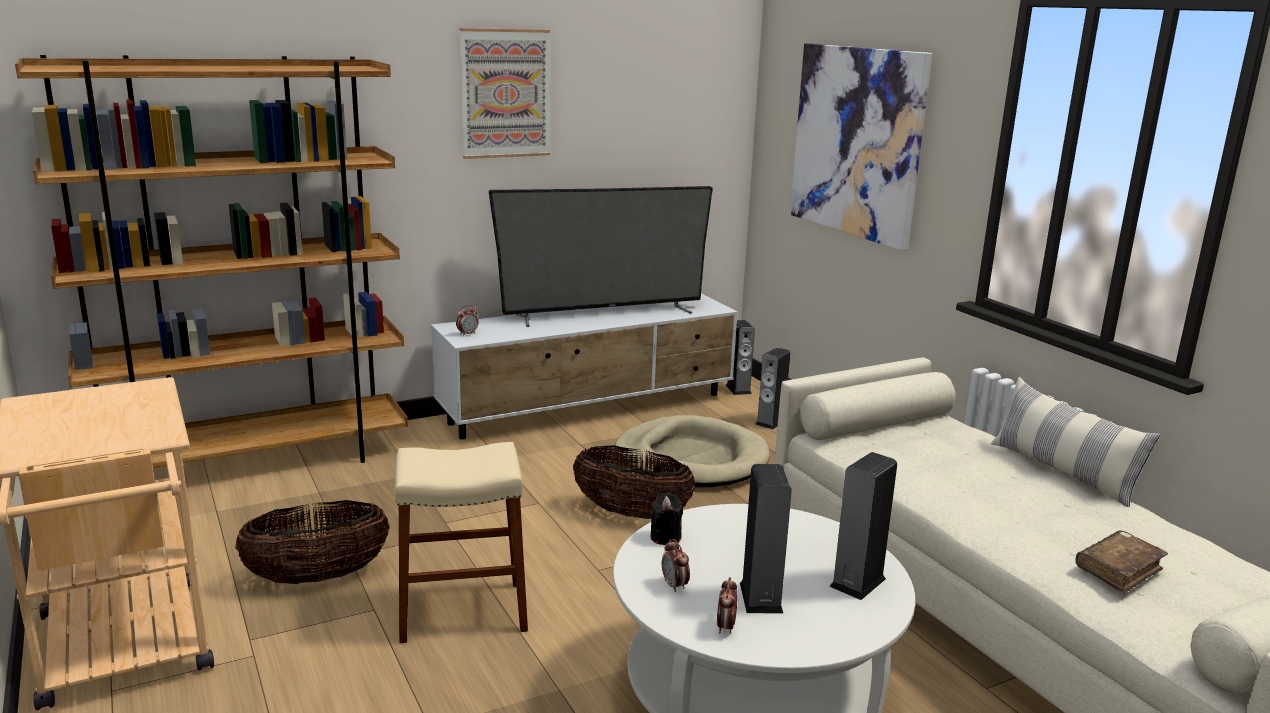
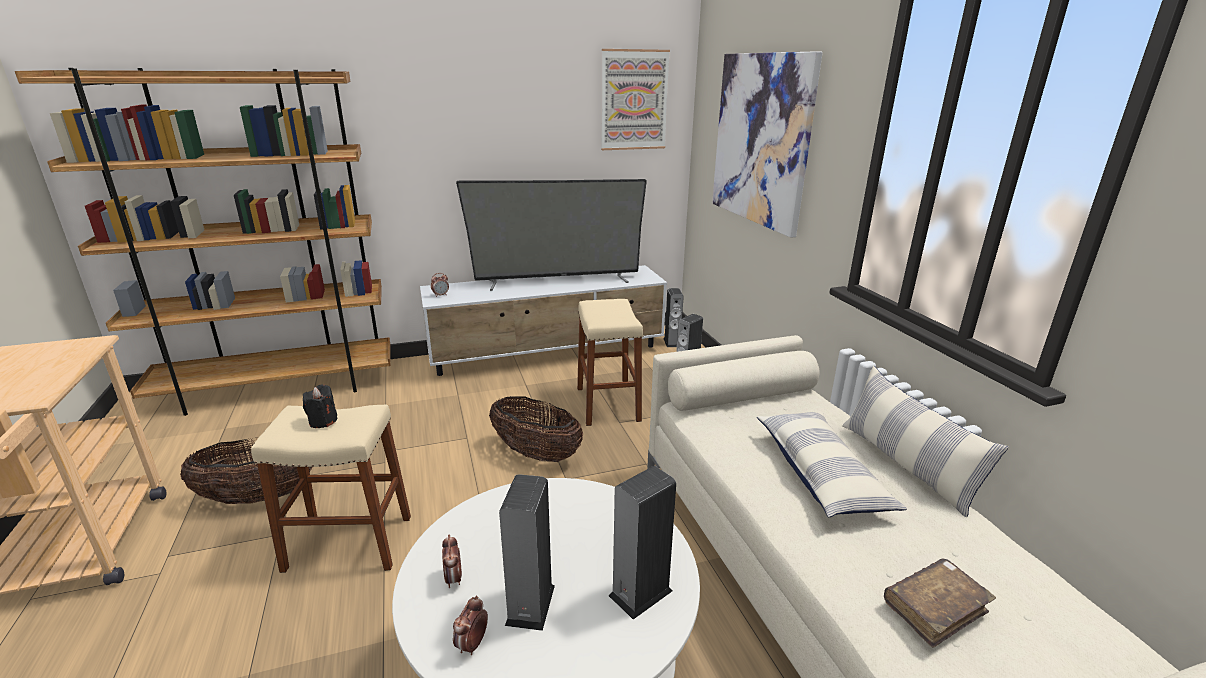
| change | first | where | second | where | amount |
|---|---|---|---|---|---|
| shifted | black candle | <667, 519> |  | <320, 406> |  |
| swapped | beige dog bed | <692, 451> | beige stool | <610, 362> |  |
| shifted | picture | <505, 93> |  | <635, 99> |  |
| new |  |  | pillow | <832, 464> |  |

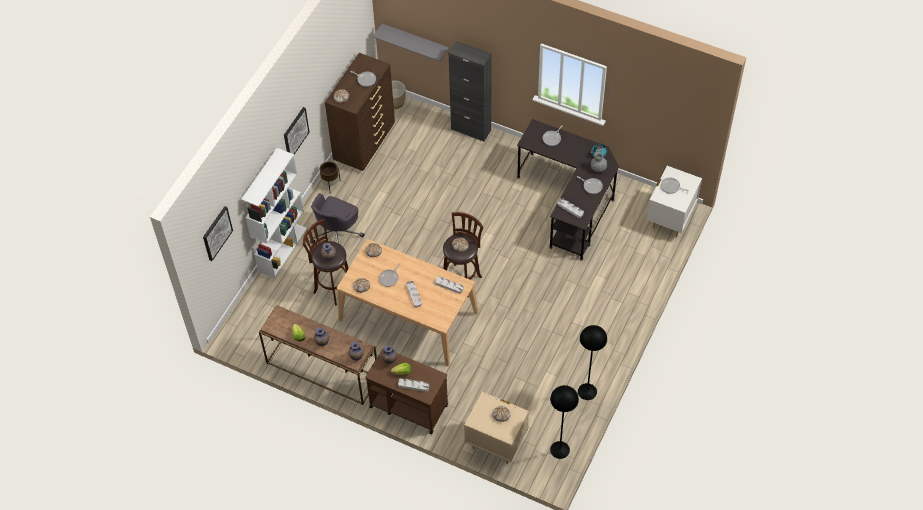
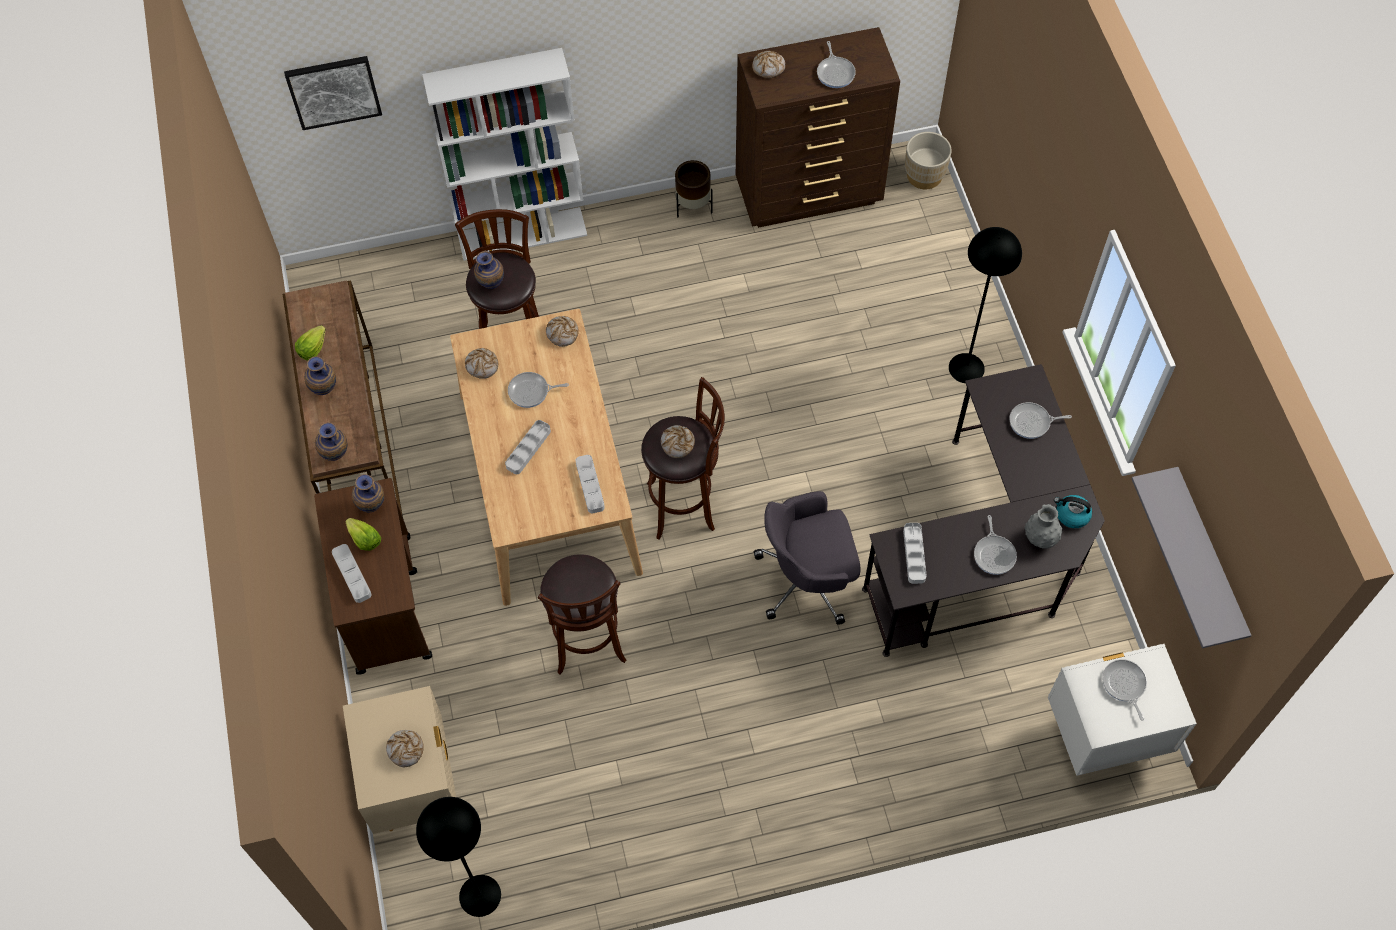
| change | first | where | second | where | amount |
|---|---|---|---|---|---|
| new |  |  | brown stool | <582, 614> |  |
| shifted | grey office chair | <337, 218> |  | <807, 558> |  |
| shifted | black floor lamp | <592, 362> |  | <985, 305> |  |
| shifted | grey shelf | <411, 43> |  | <1191, 557> |  |
| gone | picture | <297, 131> |  |  |  |
| gone | black cabinet | <470, 91> |  |  |  |

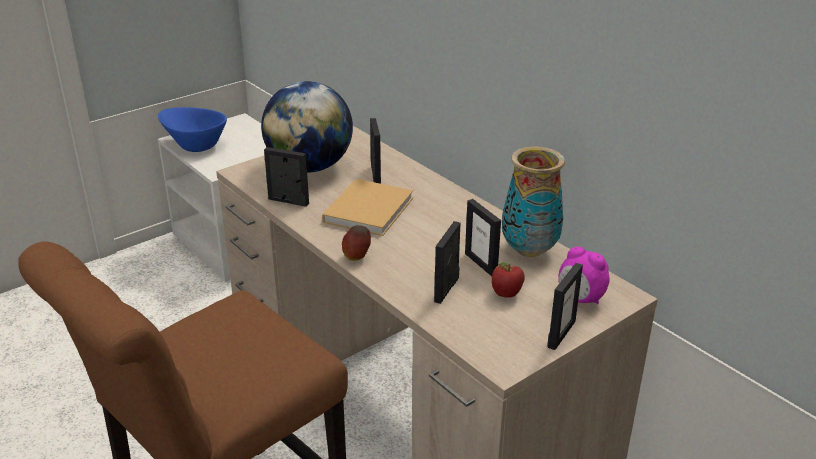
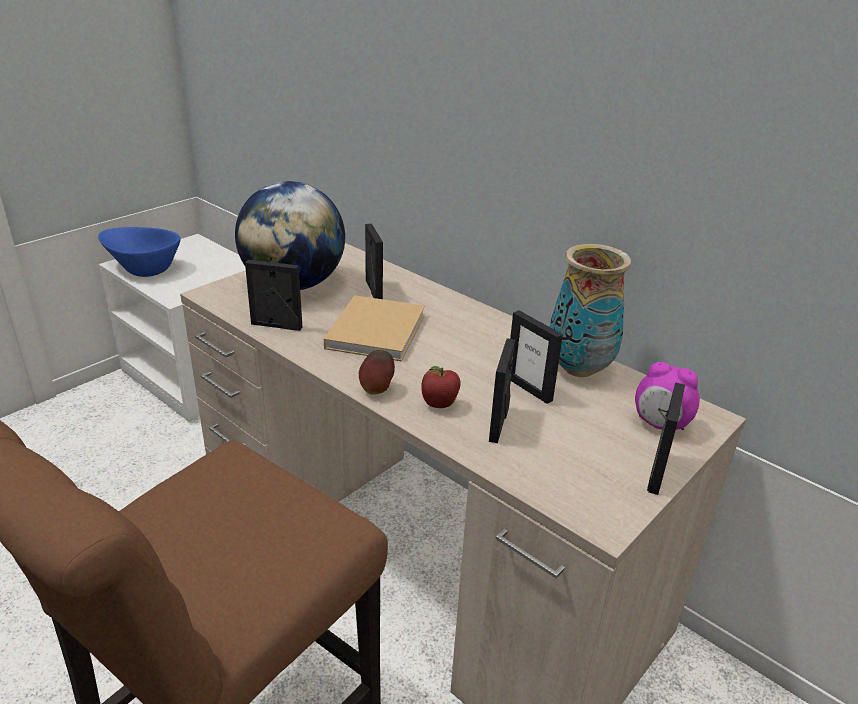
| change | first | where | second | where | amount |
|---|---|---|---|---|---|
| shifted | apple | <508, 280> |  | <441, 387> |  |

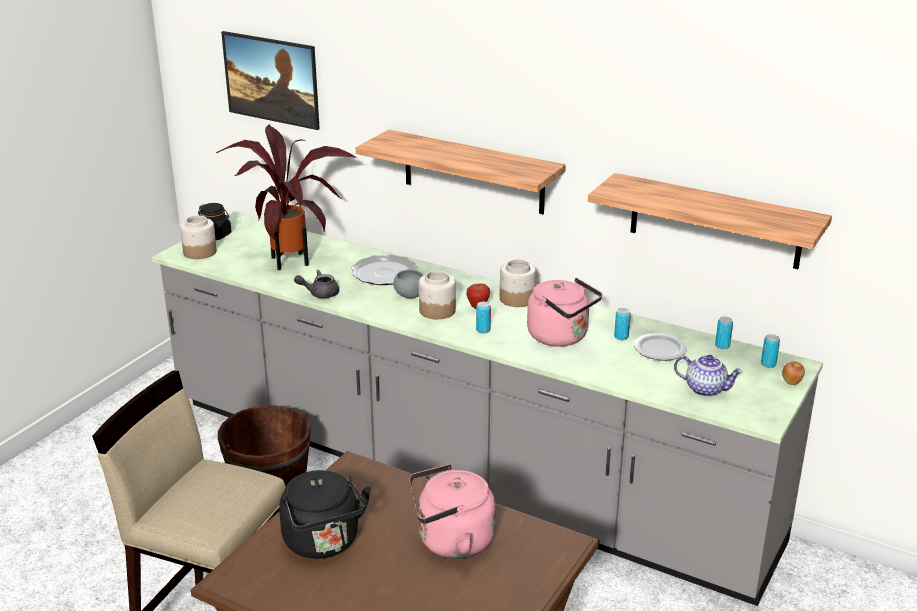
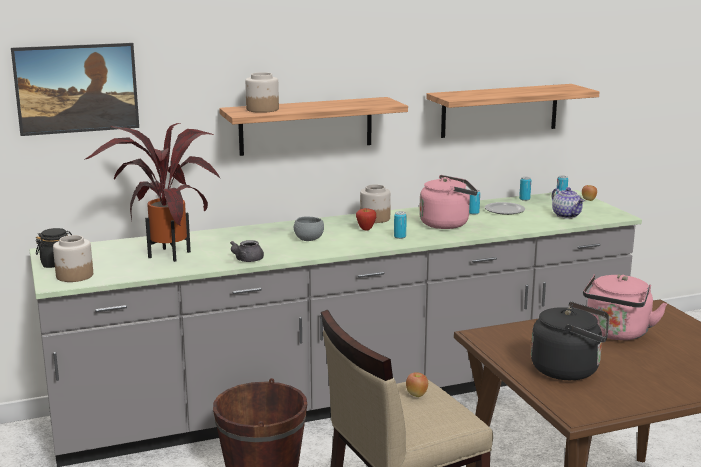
| change | first | where | second | where | amount |
|---|---|---|---|---|---|
| shifted | jar | <437, 295> |  | <262, 92> |  |
| new |  |  | apple | <417, 384> |  |
| rotated | teapot | <708, 376> |  | <568, 203> | 90 degrees clockwise |
| gone | plate | <384, 270> |  |  |  |

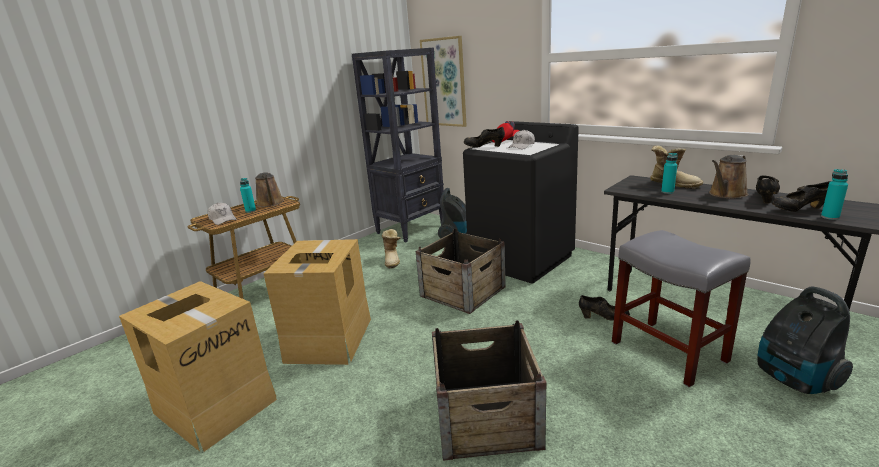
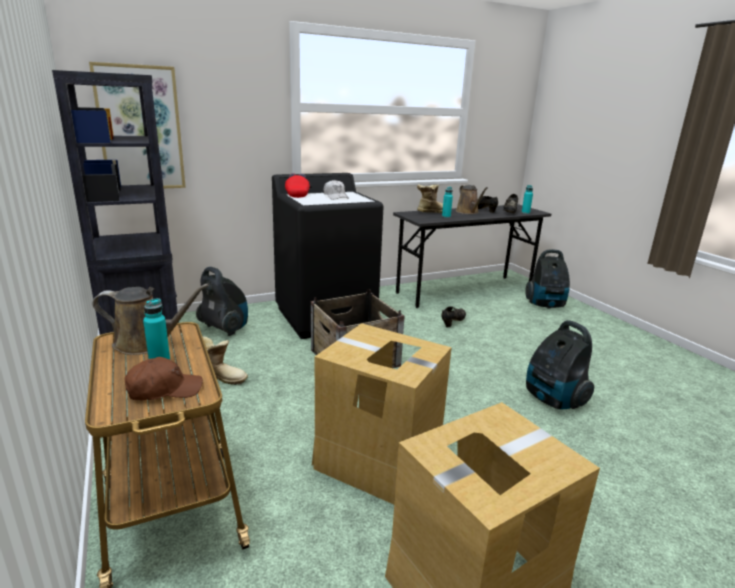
| change | first | where | second | where | amount |
|---|---|---|---|---|---|
| repainted | white cap | <222, 214> | brown cap | <163, 378> |  |
| swapped | crate | <489, 390> | vacuum cleaner | <560, 364> |  |
| gone | black shoe | <484, 137> |  |  |  |
| gone | grey stool | <681, 309> |  |  |  |

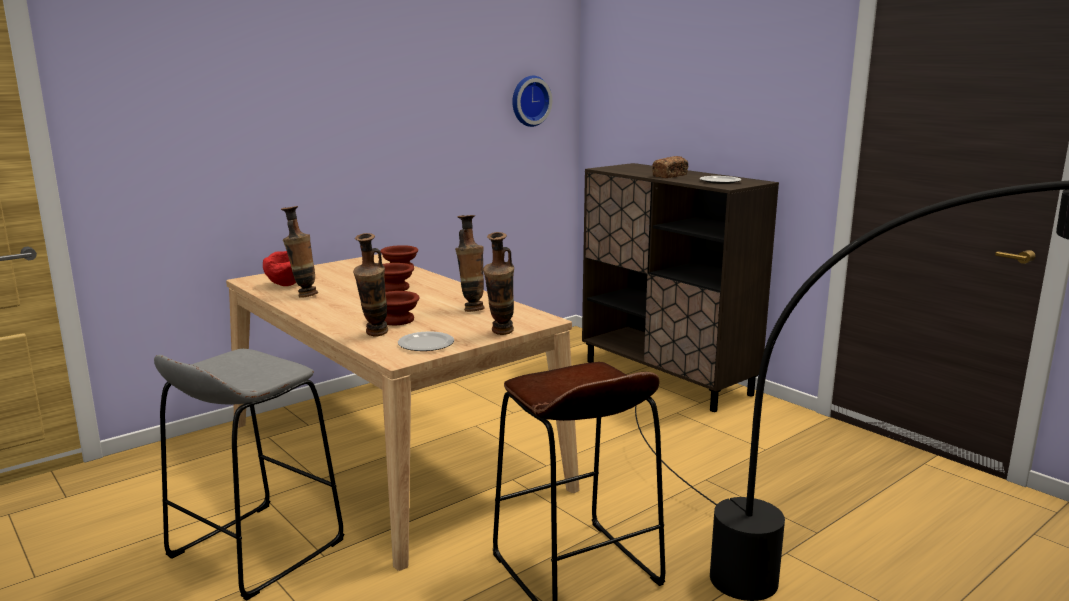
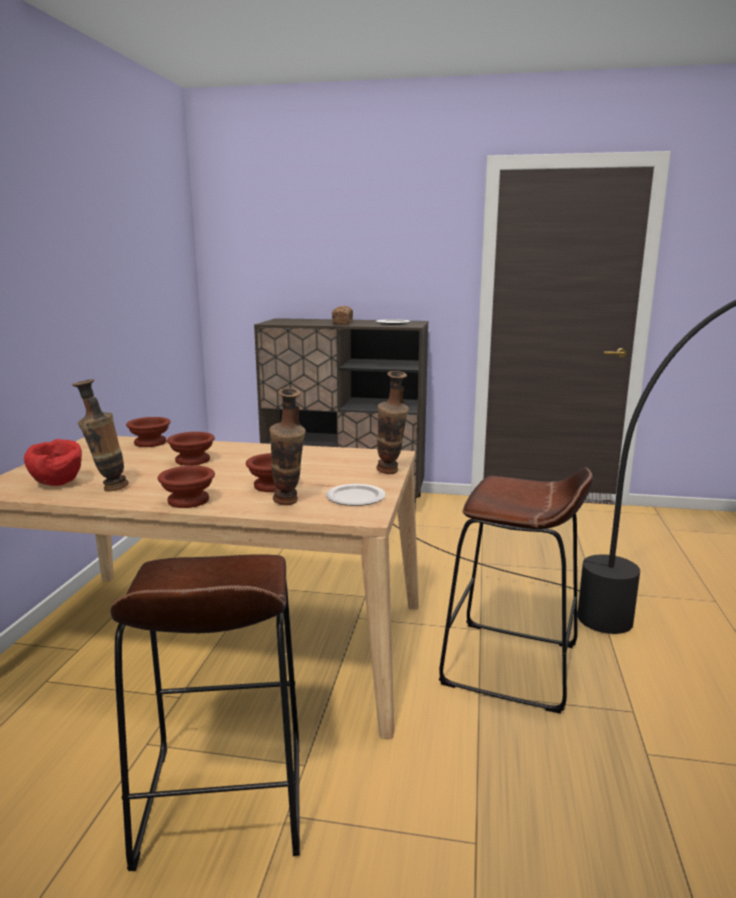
| change | first | where | second | where | amount |
|---|---|---|---|---|---|
| repainted | grey stool | <249, 474> | brown stool | <205, 712> |  |
| new |  |  | brown bowl | <186, 487> |  |
| gone | vase | <470, 263> |  |  |  |
| gone | wall clock | <532, 101> |  |  |  |

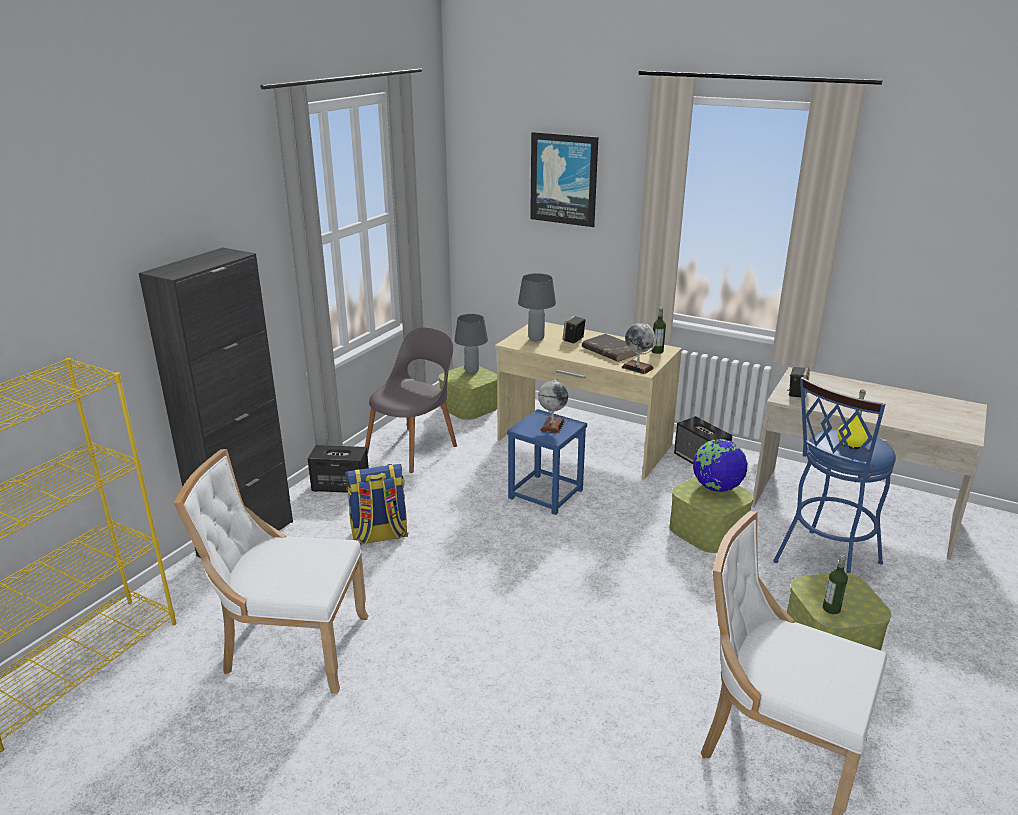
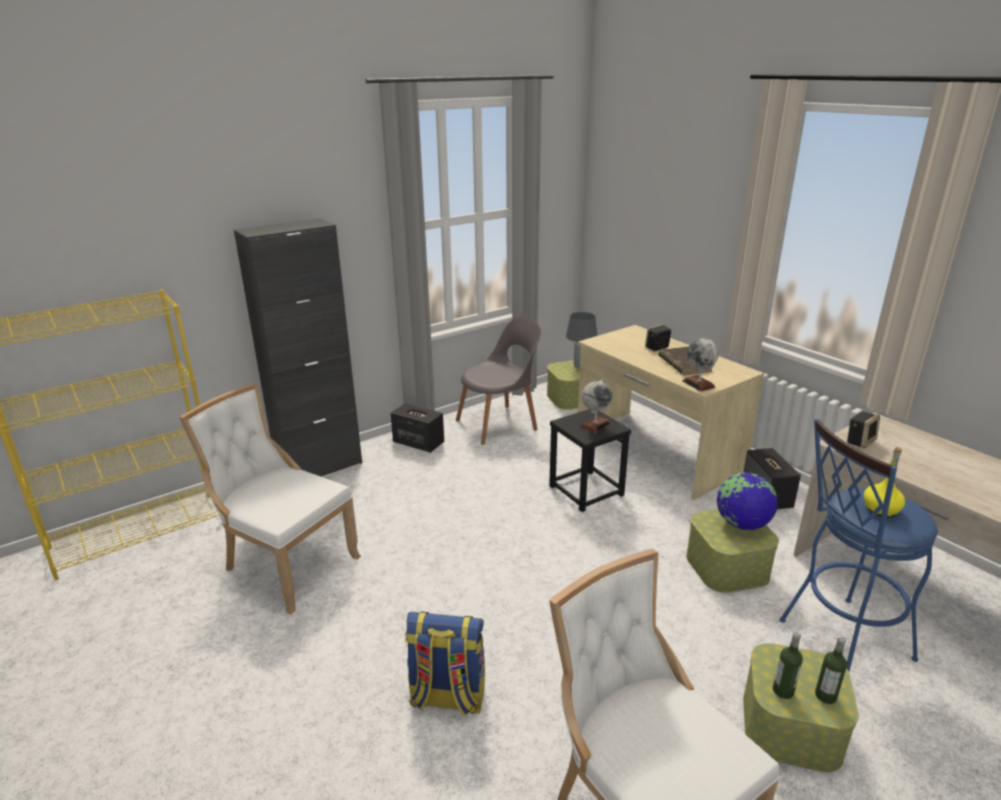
| change | first | where | second | where | amount |
|---|---|---|---|---|---|
| shifted | backpack | <376, 504> |  | <445, 664> |  |
| repainted | blue stool | <547, 462> | black stool | <590, 460> |  |
| shifted | bottle | <658, 330> |  | <831, 670> |  |
| gone | grey table lamp | <537, 307> |  |  |  |
| gone | picture | <564, 179> |  |  |  |

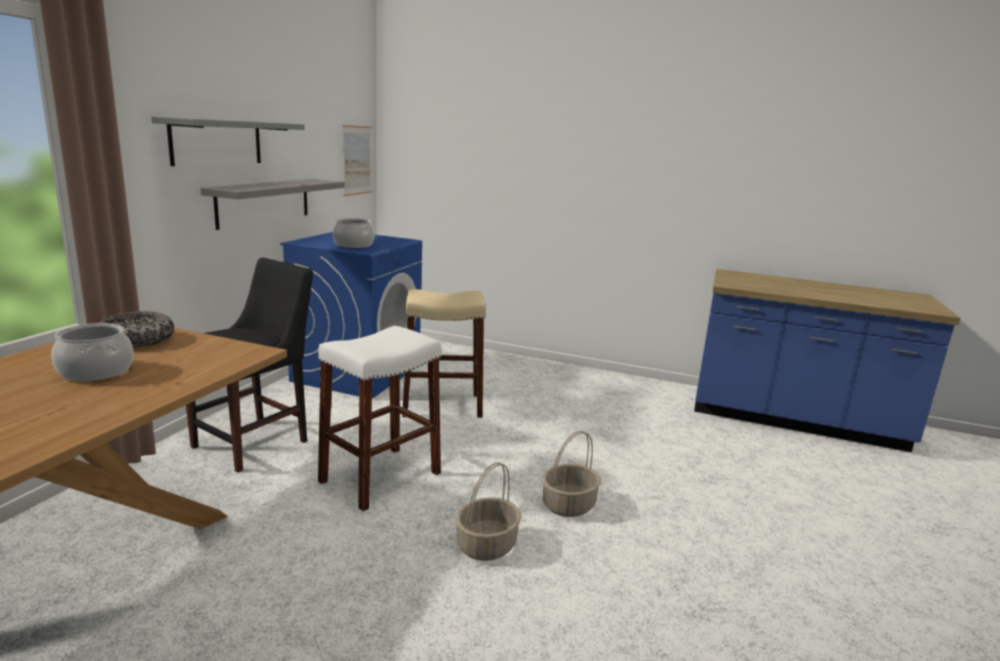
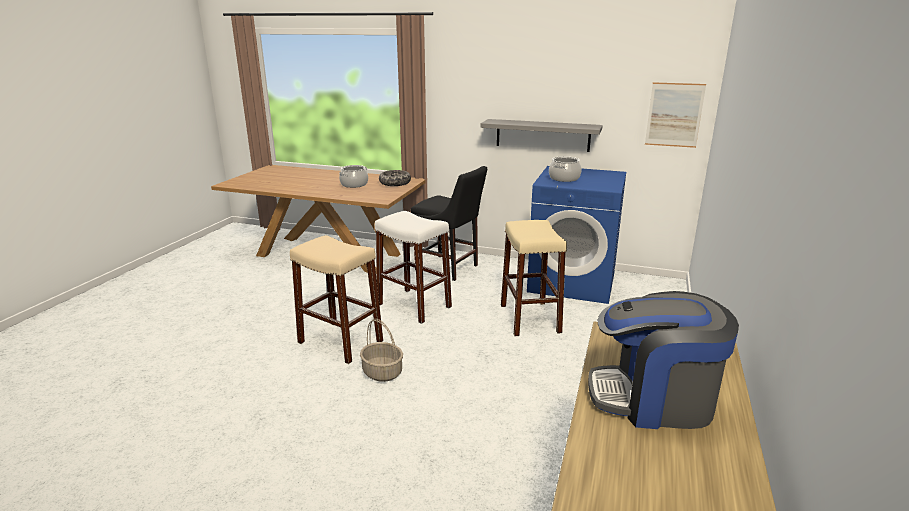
| change | first | where | second | where | amount |
|---|---|---|---|---|---|
| swapped | basket | <488, 511> | beige stool | <336, 299> |  |
| new |  |  | coffee machine | <663, 360> |  |
| gone | grey shelf | <228, 141> |  |  |  |

